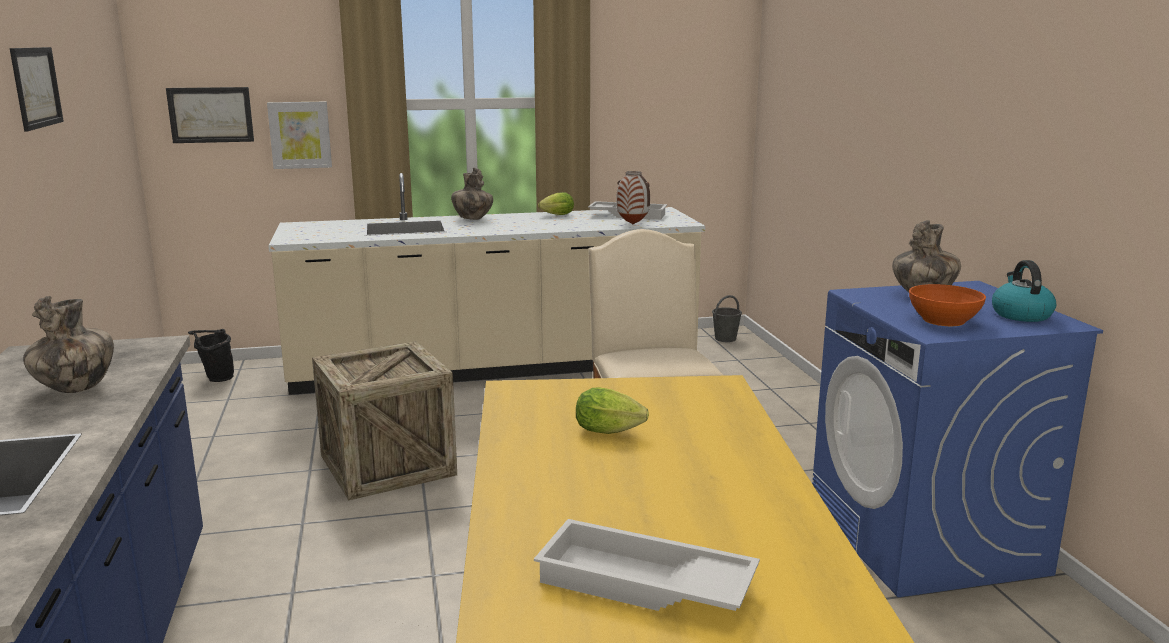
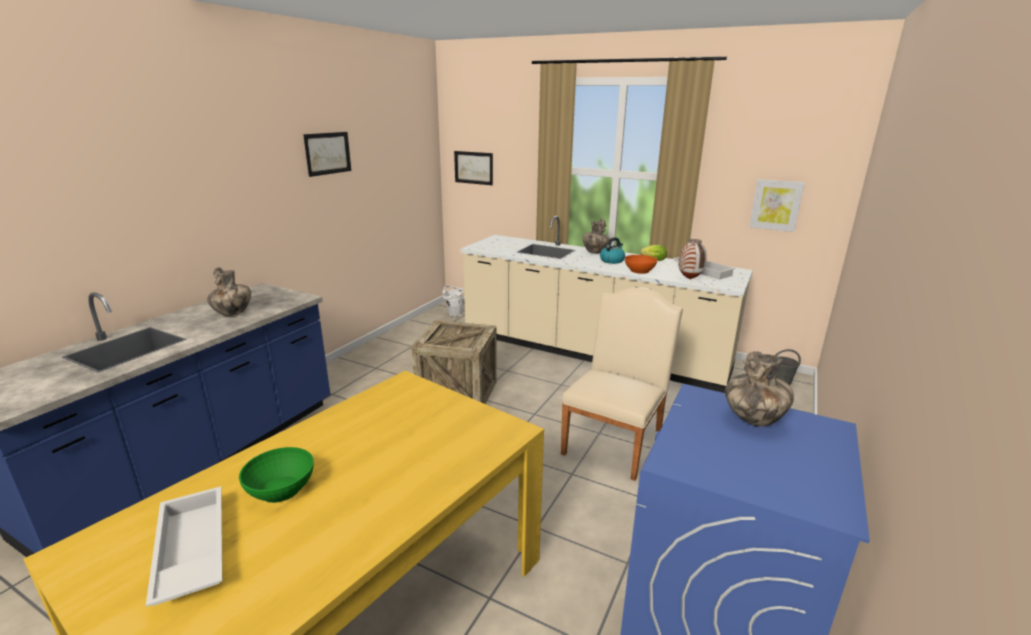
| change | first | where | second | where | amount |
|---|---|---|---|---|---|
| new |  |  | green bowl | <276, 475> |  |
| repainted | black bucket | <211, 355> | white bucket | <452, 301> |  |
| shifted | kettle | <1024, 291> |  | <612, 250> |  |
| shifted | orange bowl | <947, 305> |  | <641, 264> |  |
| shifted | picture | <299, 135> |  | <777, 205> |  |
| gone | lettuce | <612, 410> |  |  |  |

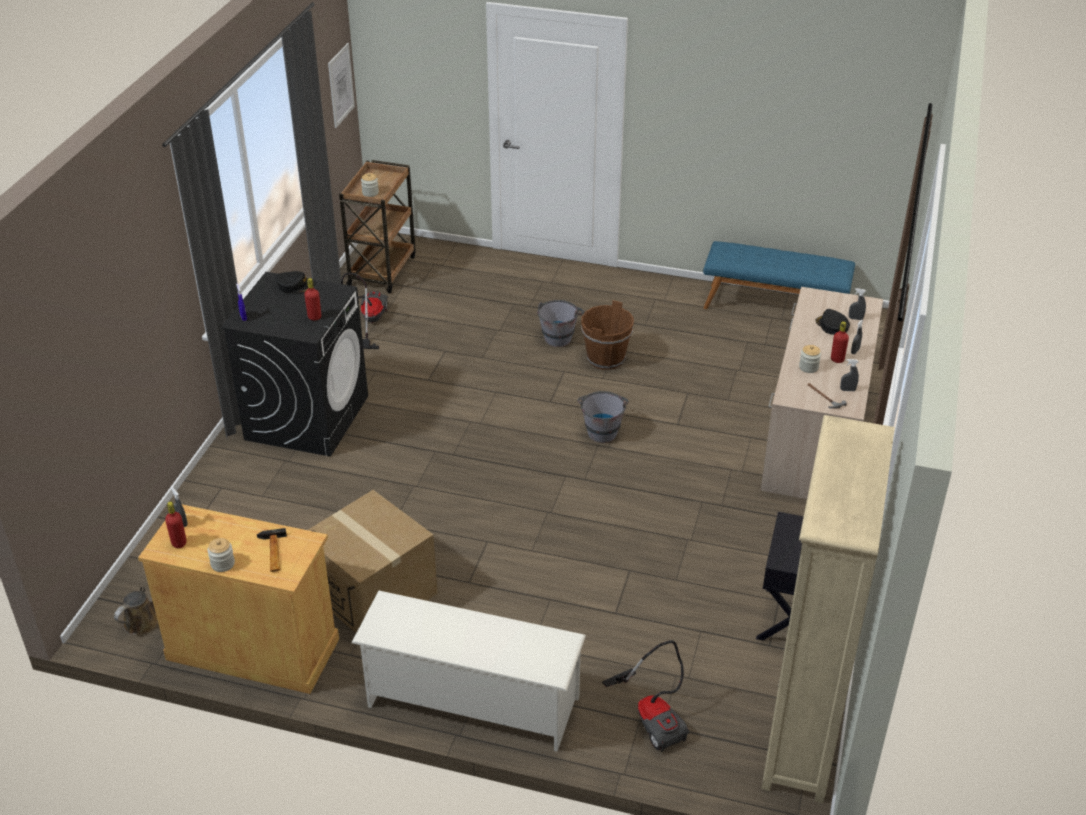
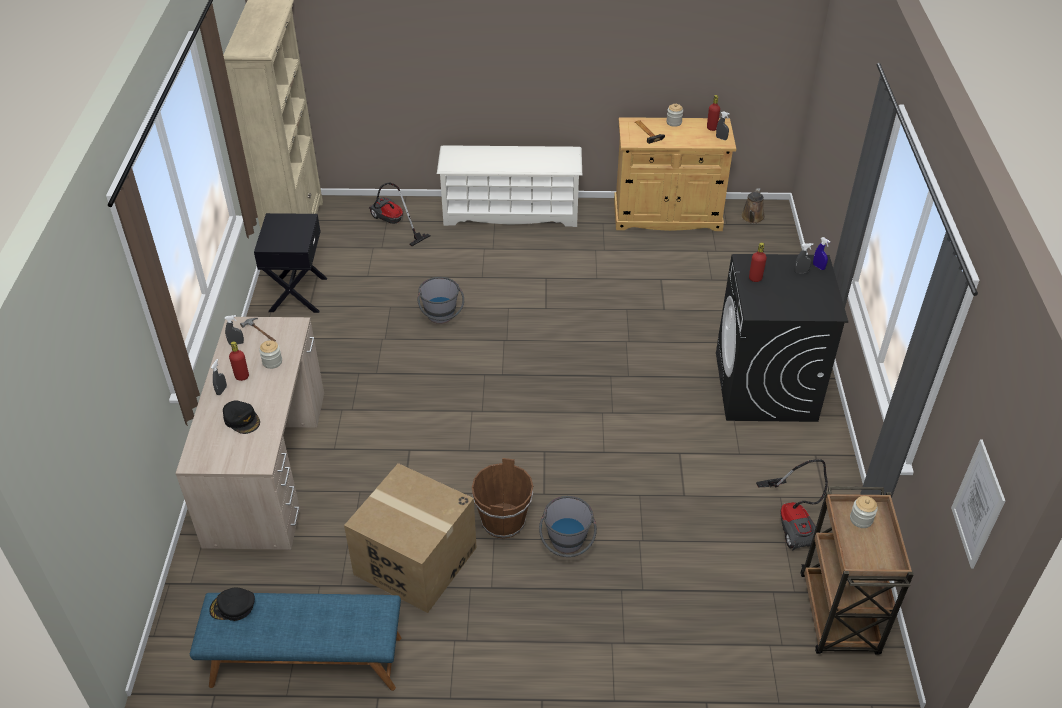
| change | first | where | second | where | amount |
|---|---|---|---|---|---|
| shifted | black cap | <294, 282> |  | <232, 604> |  |
| shifted | cardboard box | <372, 561> |  | <410, 538> |  |
| shifted | grey bucket | <603, 417> |  | <441, 300> |  |
| shifted | grey spray bottle | <857, 304> |  | <803, 258> |  |

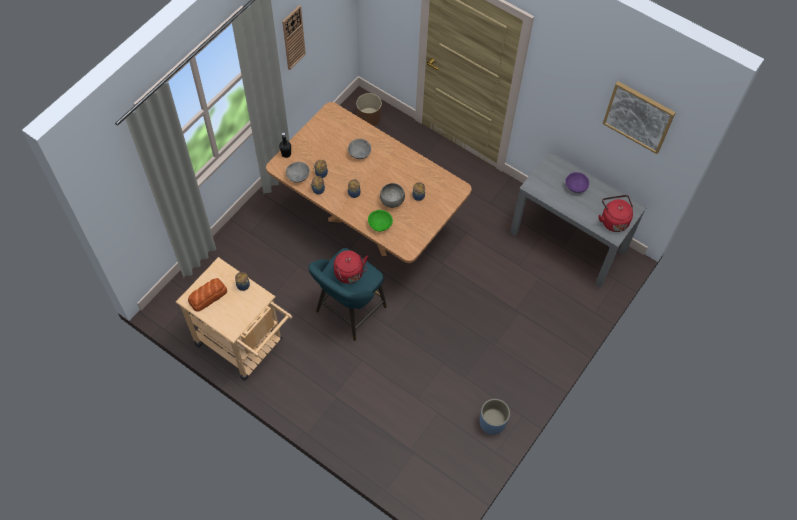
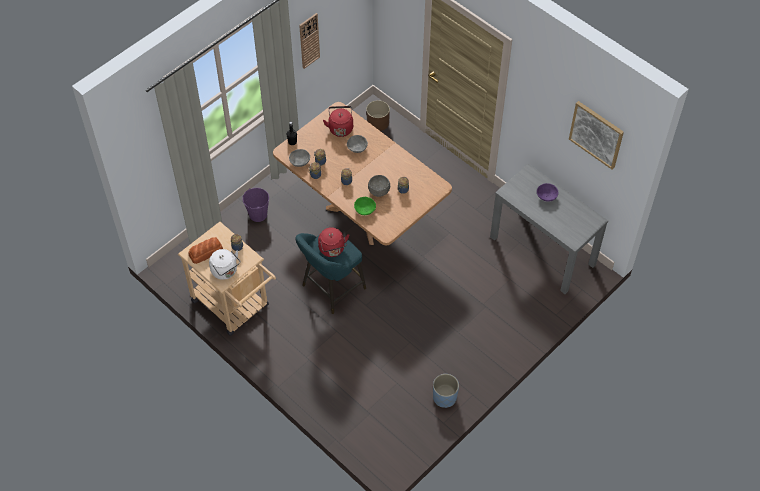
| change | first | where | second | where | amount |
|---|---|---|---|---|---|
| new |  |  | white kettle | <224, 264> |  |
| new |  |  | purple bucket | <255, 205> |  |
| shifted | red kettle | <615, 213> |  | <338, 121> |  |

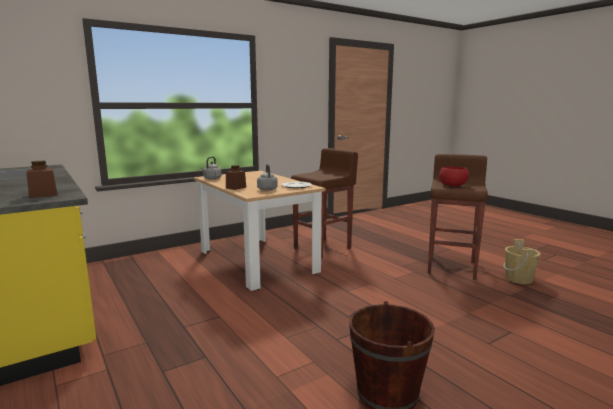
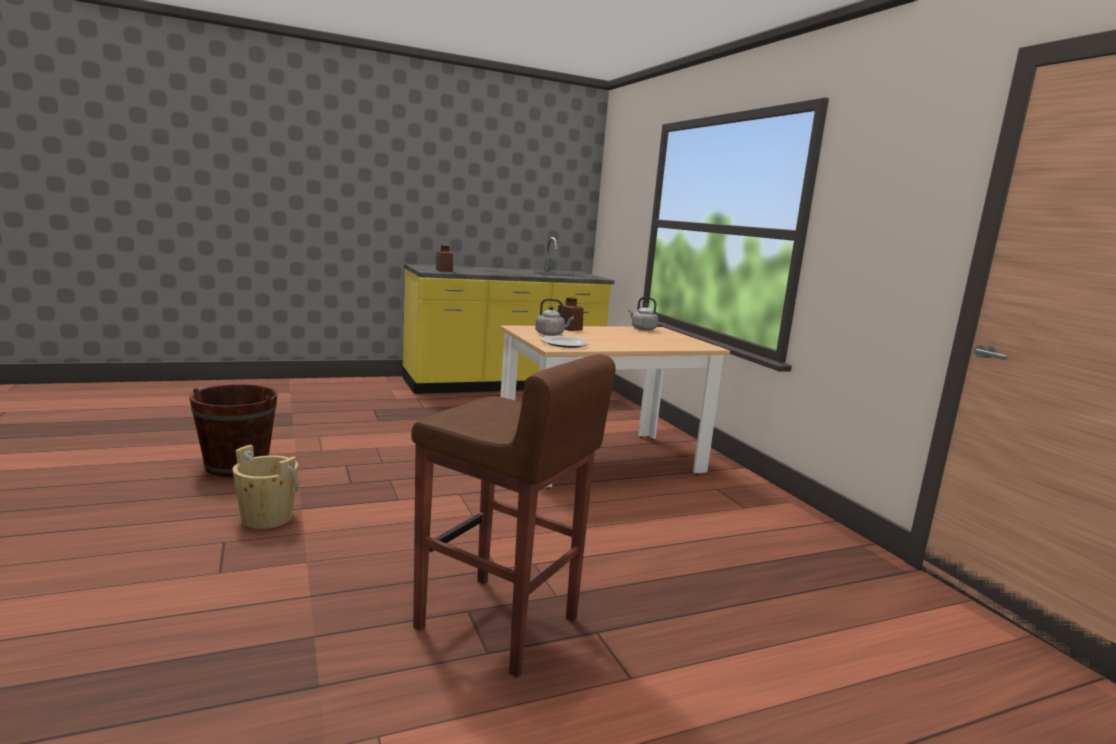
| change | first | where | second | where | amount |
|---|---|---|---|---|---|
| shifted | beige bucket | <522, 261> |  | <266, 487> |  |
| gone | brown stool | <324, 203> |  |  |  |
| gone | red bowl | <454, 176> |  |  |  |

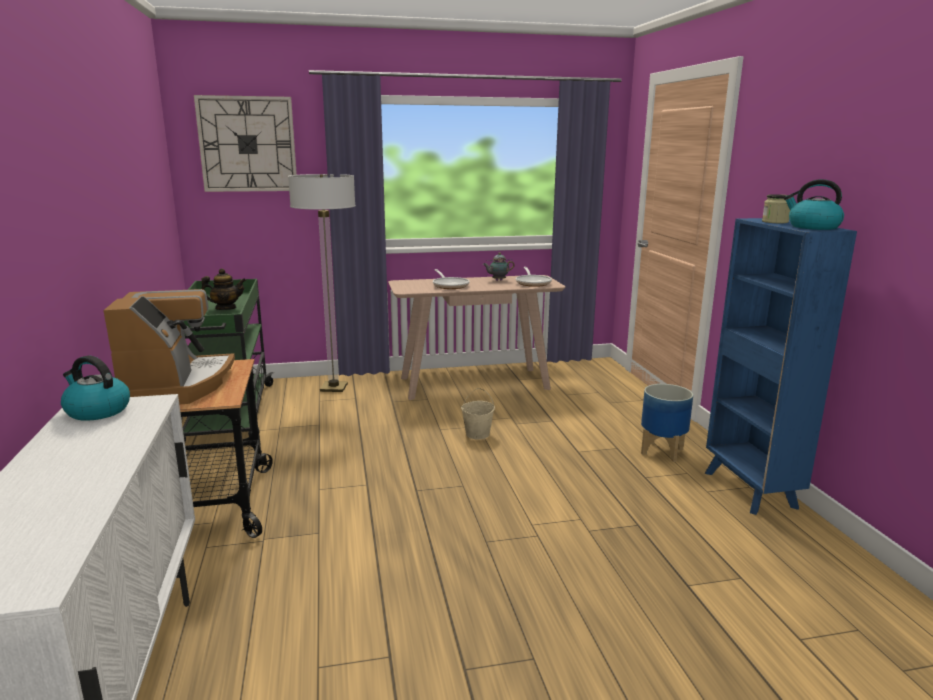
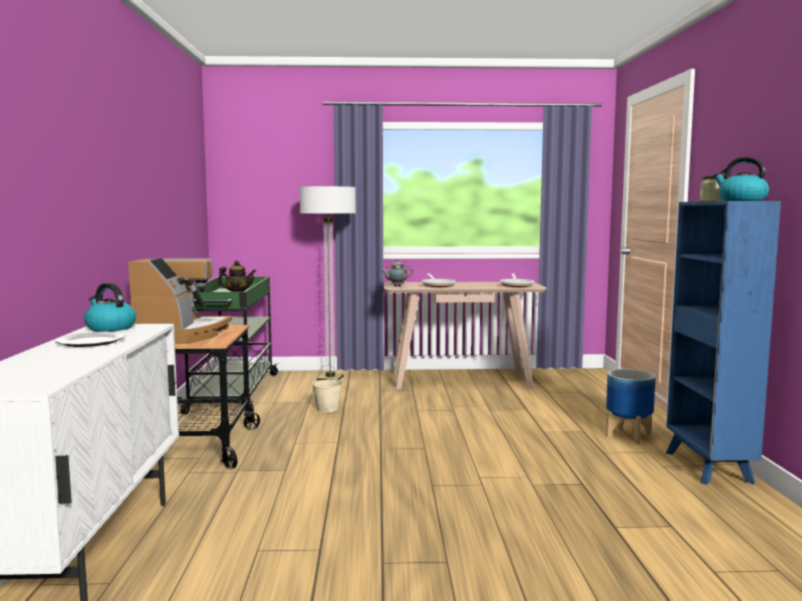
| change | first | where | second | where | amount |
|---|---|---|---|---|---|
| new |  |  | plate | <90, 339> |  |
| shifted | beige bucket | <478, 413> |  | <327, 388> |  |
| shifted | teapot | <499, 267> |  | <397, 273> |  |
| gone | wall clock | <245, 143> |  |  |  |

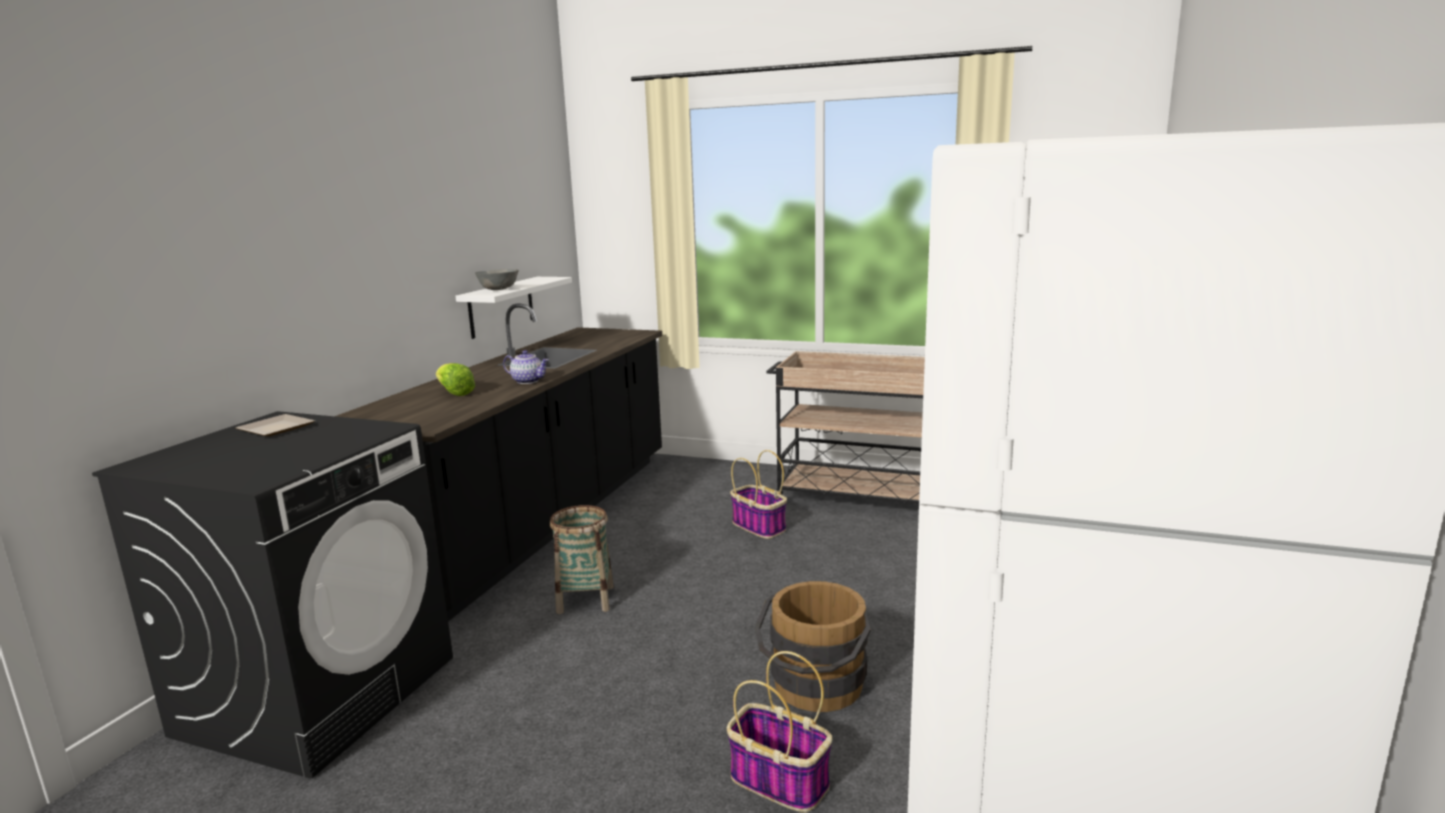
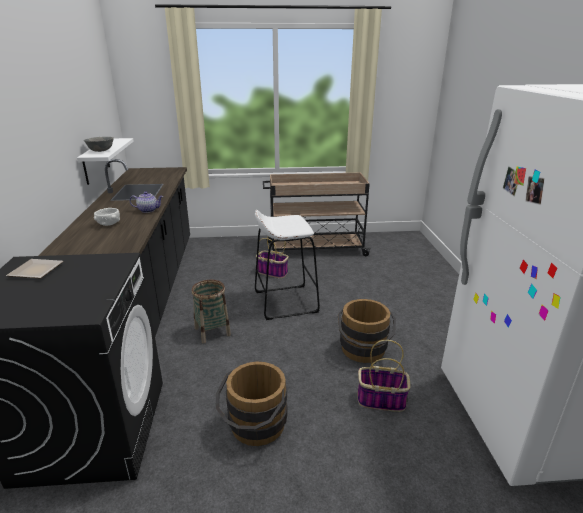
| change | first | where | second | where | amount |
|---|---|---|---|---|---|
| swapped | lettuce | <455, 379> | white bowl | <107, 217> |  |
| new |  |  | brown bucket | <251, 404> |  |
| new |  |  | white stool | <287, 265> |  |

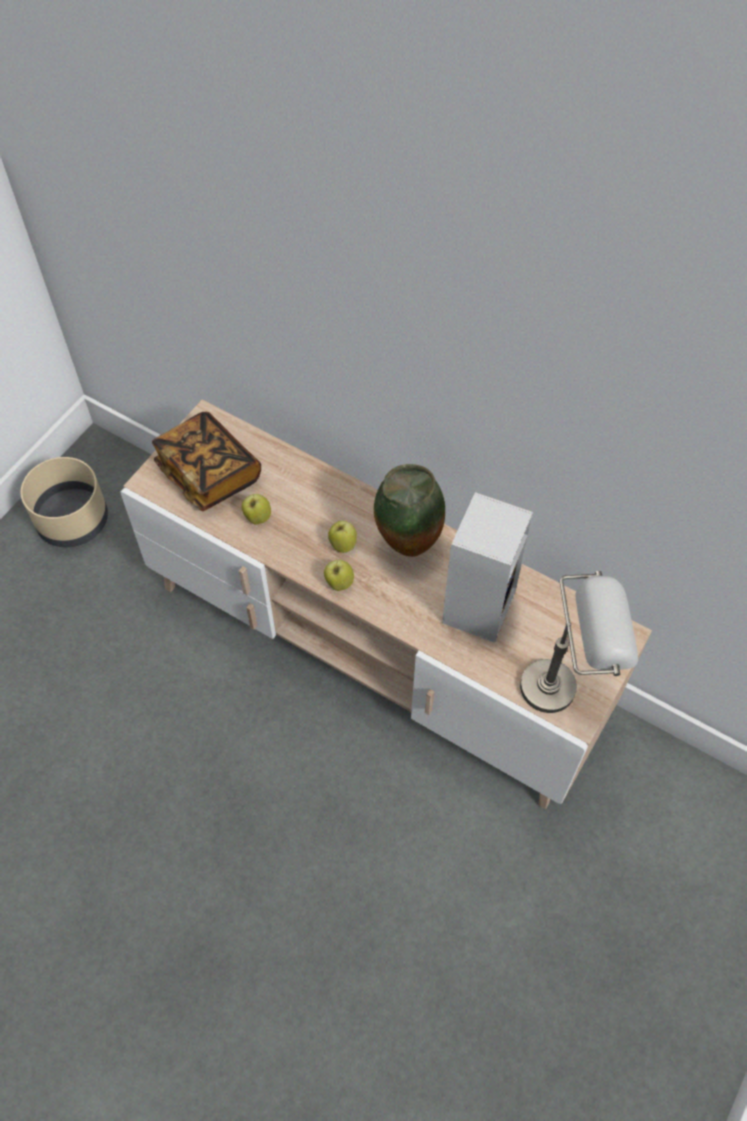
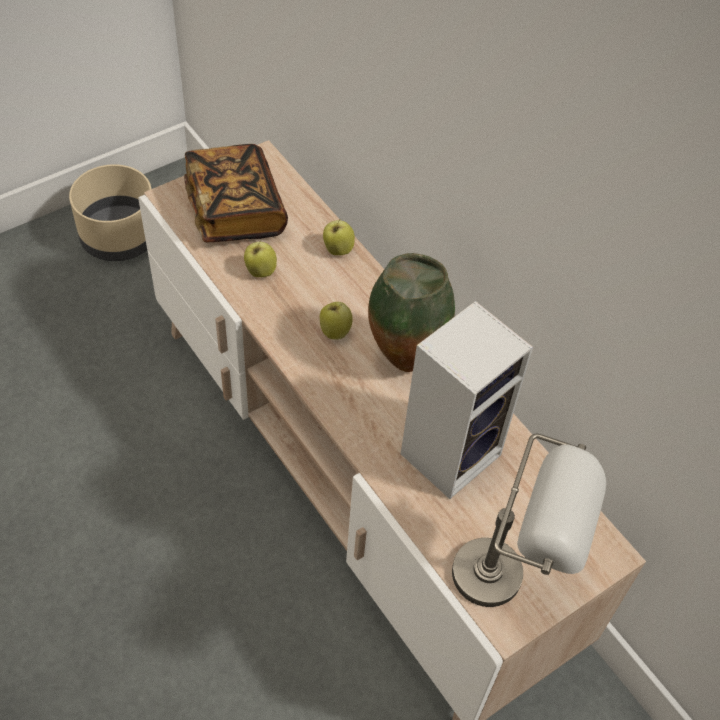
| change | first | where | second | where | amount |
|---|---|---|---|---|---|
| shifted | apple | <339, 575> |  | <339, 237> |  |

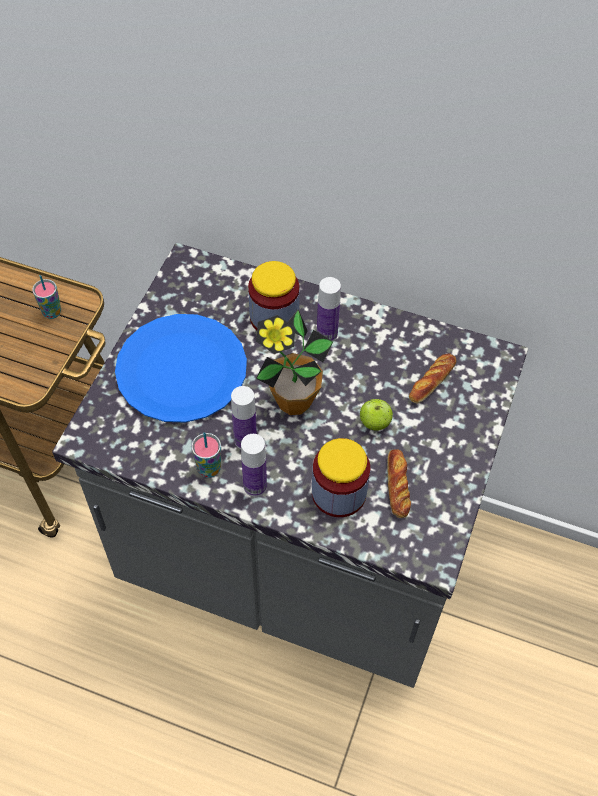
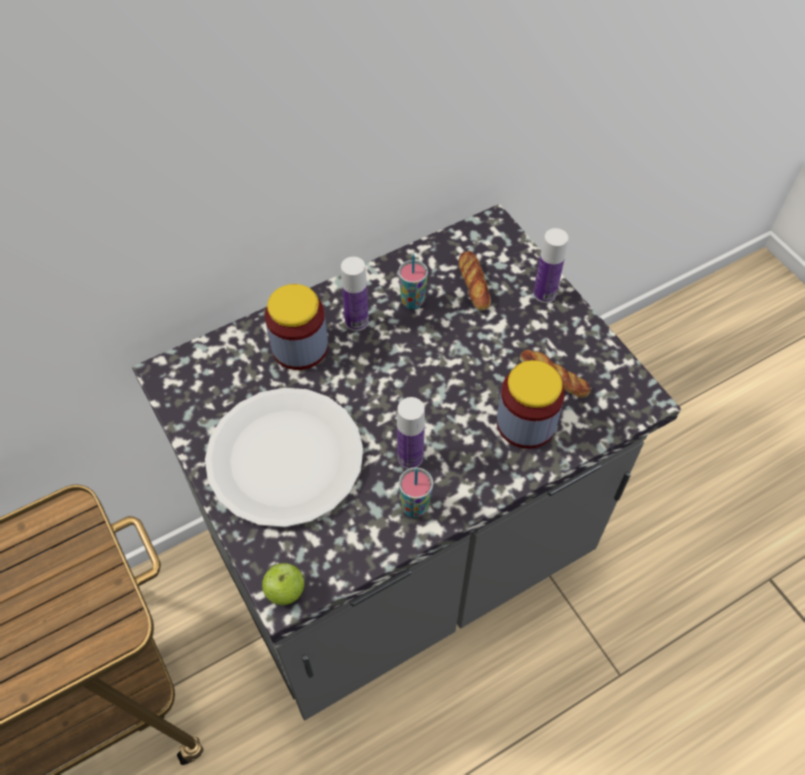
| change | first | where | second | where | amount |
|---|---|---|---|---|---|
| repainted | blue plate | <181, 368> | white plate | <284, 457> |  |
| shifted | apple | <376, 415> |  | <283, 584> |  |
| shifted | cup | <46, 297> |  | <413, 281> |  |
| shifted | bottle | <254, 465> |  | <550, 265> |  |
| gone | potted plant | <294, 362> |  |  |  |

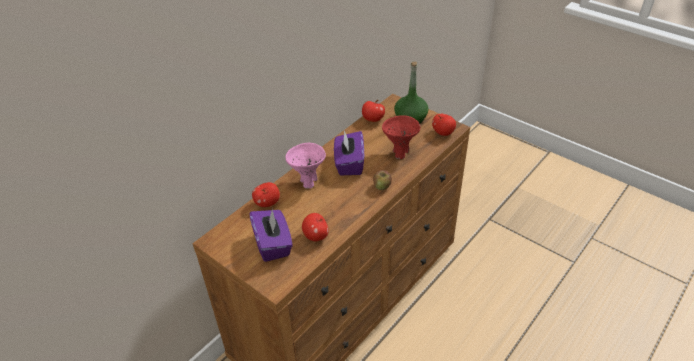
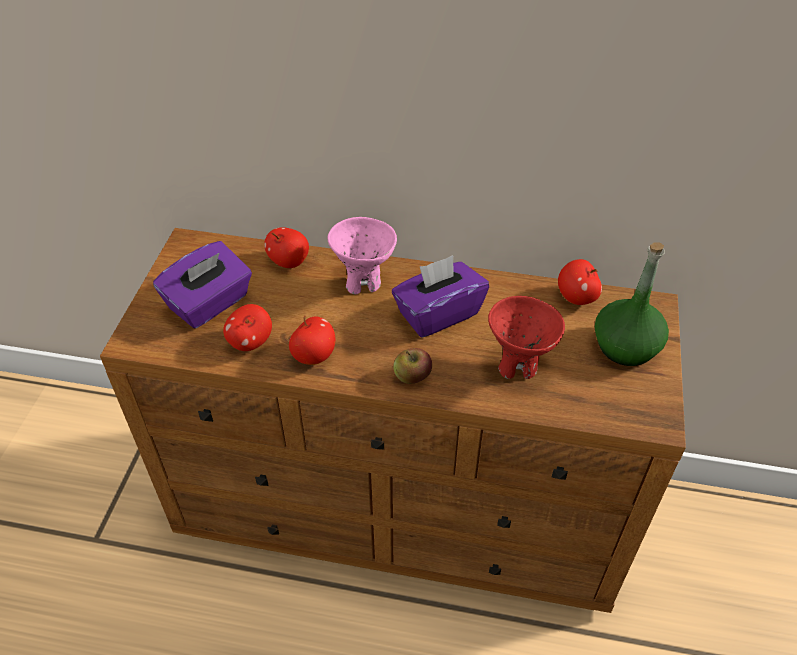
| change | first | where | second | where | amount |
|---|---|---|---|---|---|
| shifted | apple | <444, 125> |  | <312, 340> |  |

